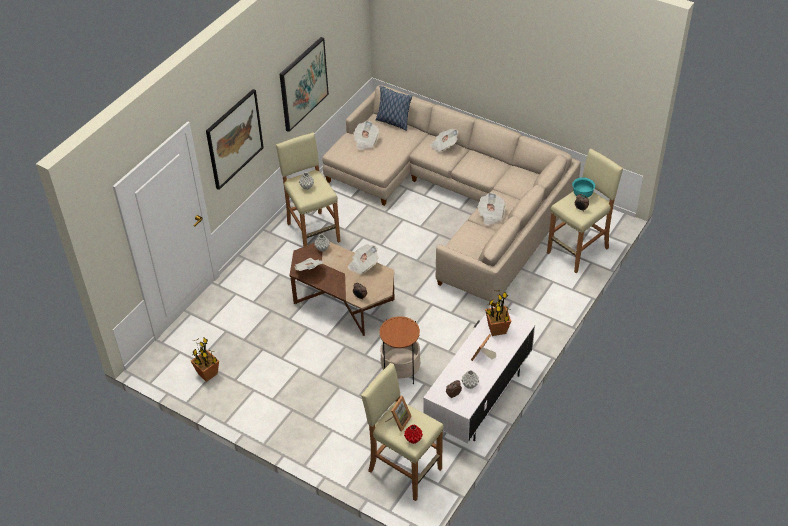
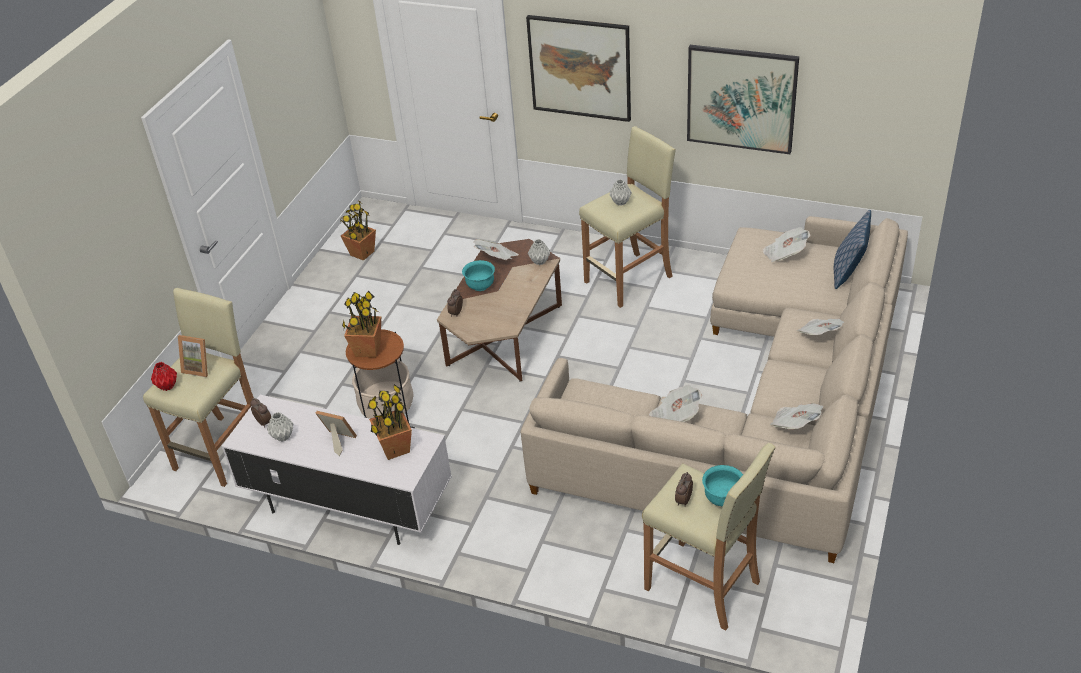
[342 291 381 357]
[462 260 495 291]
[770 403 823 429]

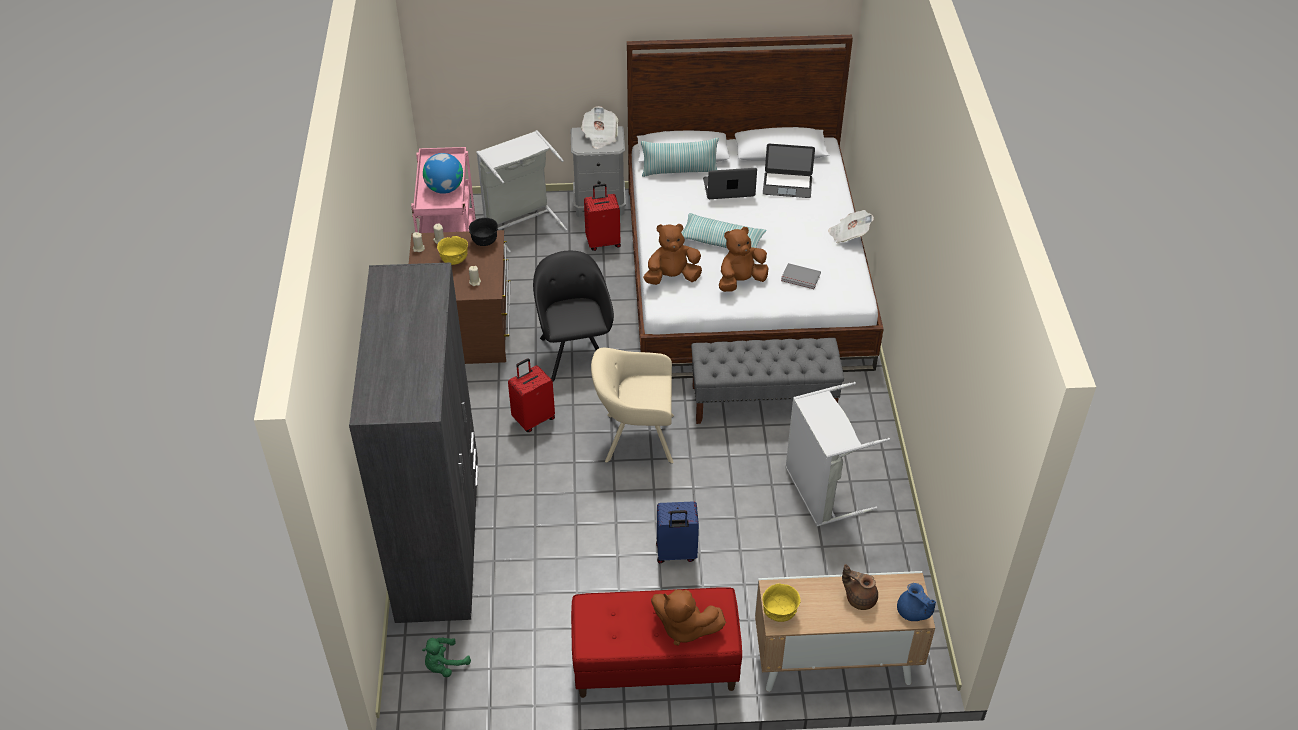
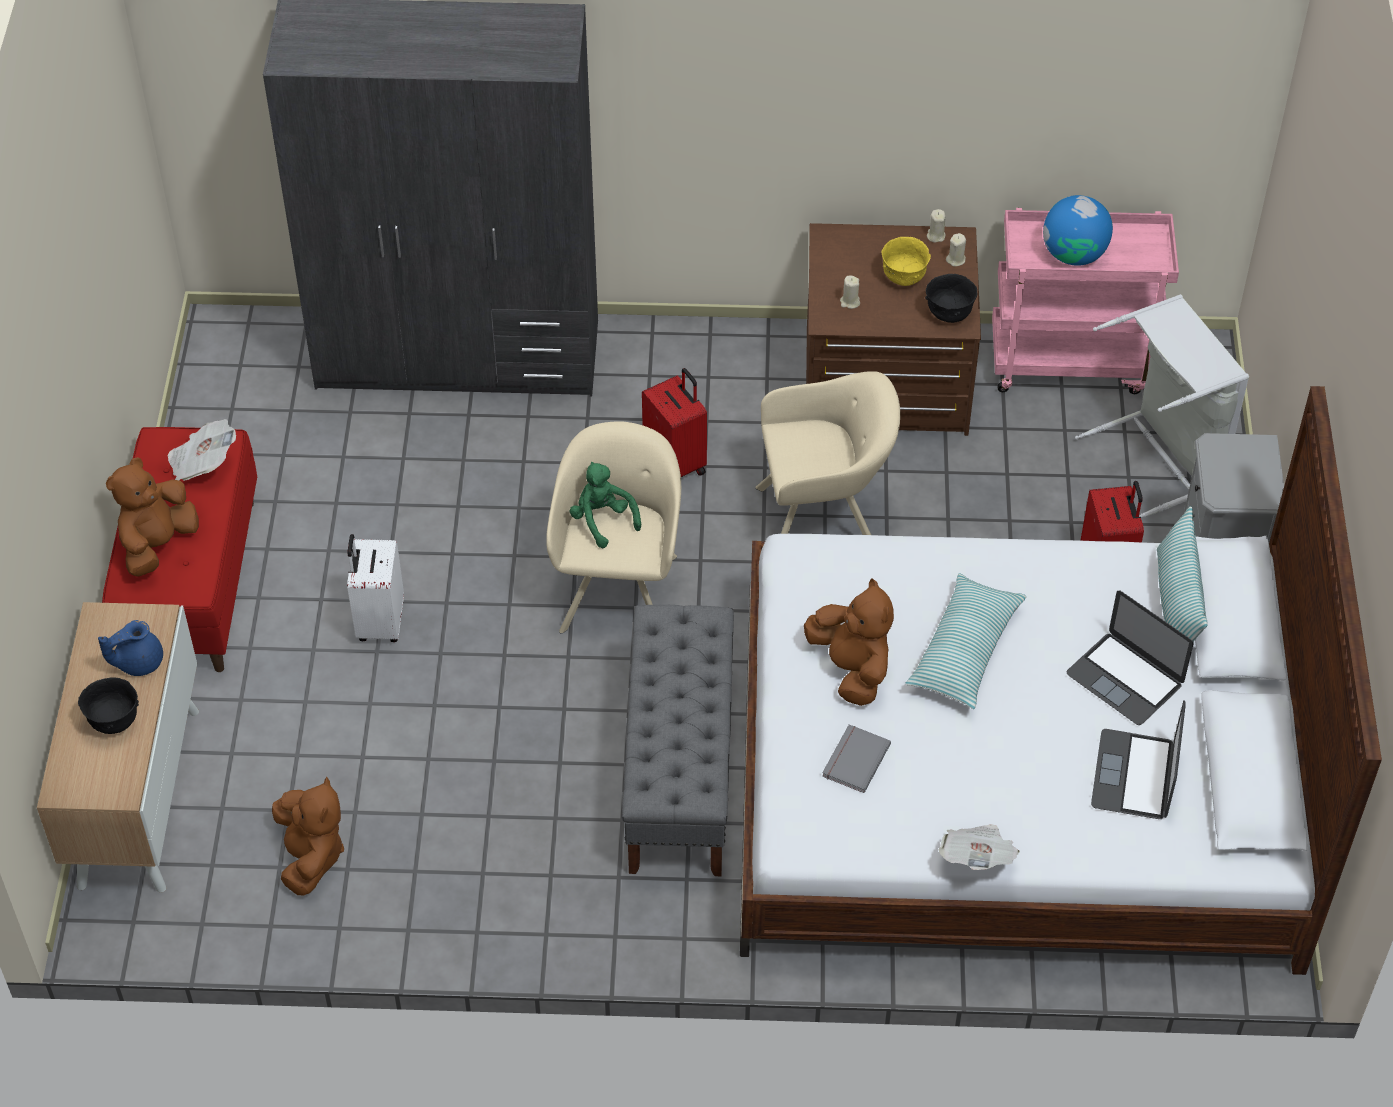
[762 584 801 622] (first image)
[785 382 890 526] (first image)
[570 462 641 548]
[167 419 236 481]
[272 776 344 895]
[98 620 163 676]
[78 677 139 734]
[755 371 900 535]
[347 534 404 642]
[1066 590 1193 725]

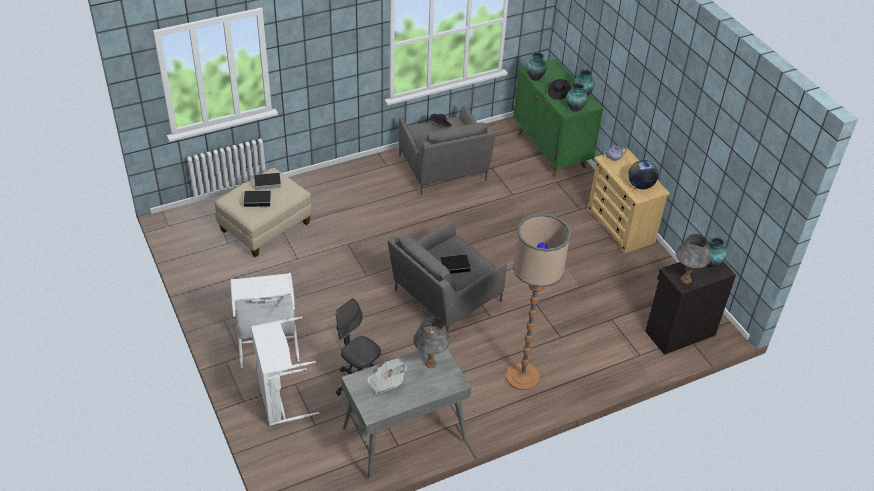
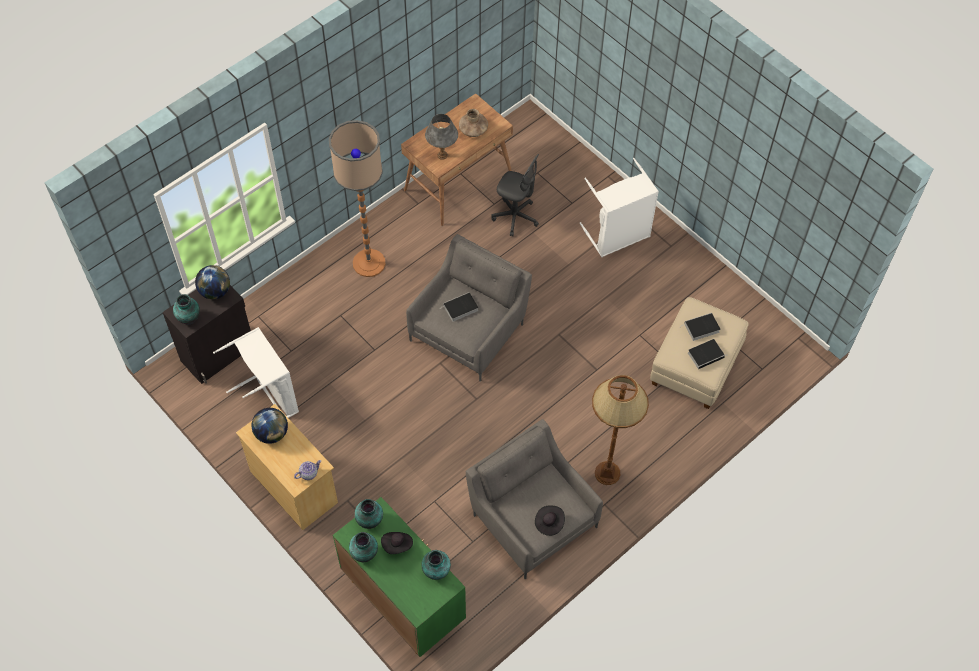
[592 375 649 485]
[213 327 299 418]
[459 109 488 137]
[195 265 230 299]
[401 93 513 226]

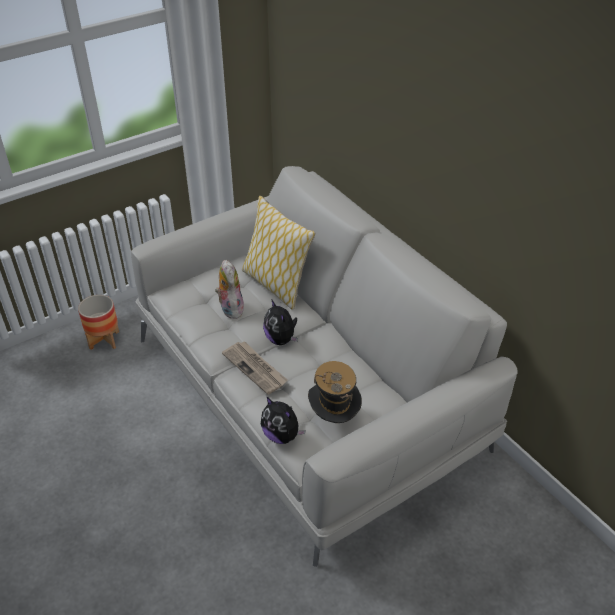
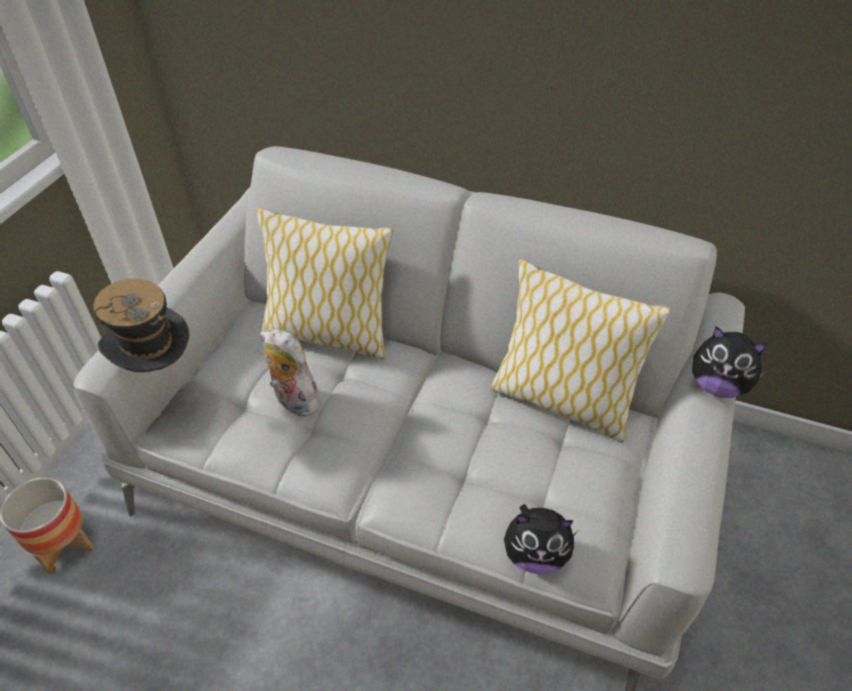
[222 341 288 395] (first image)
[491 259 671 443]
[692 326 768 398]
[94 279 189 372]

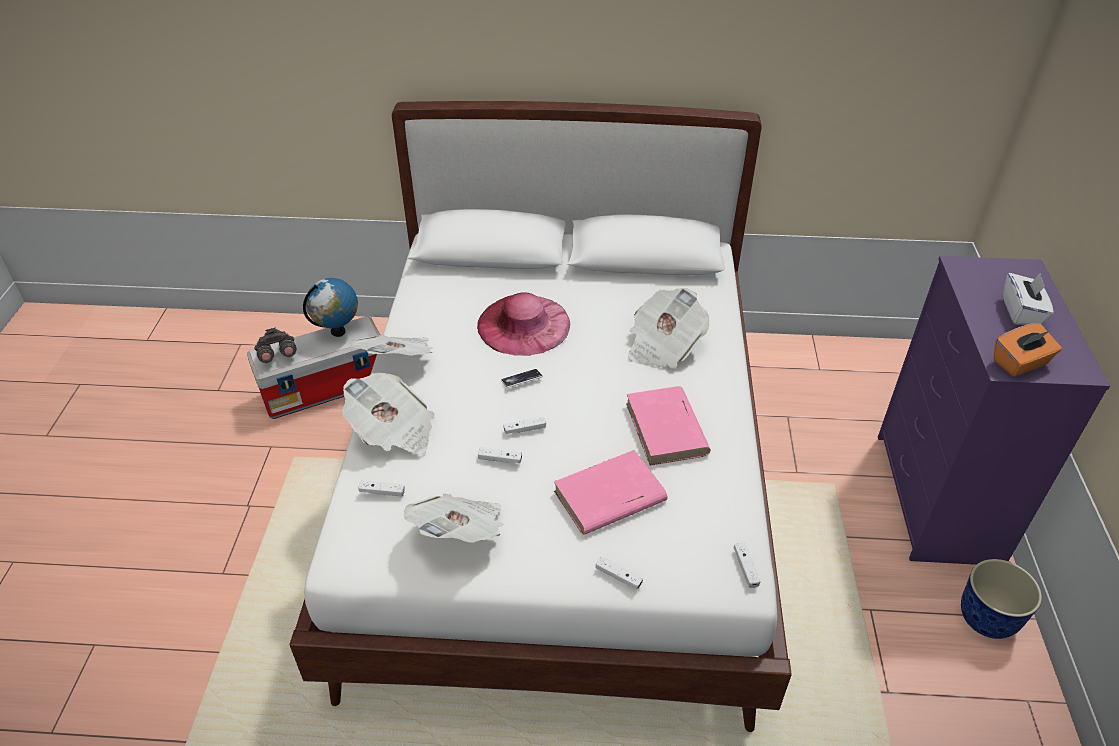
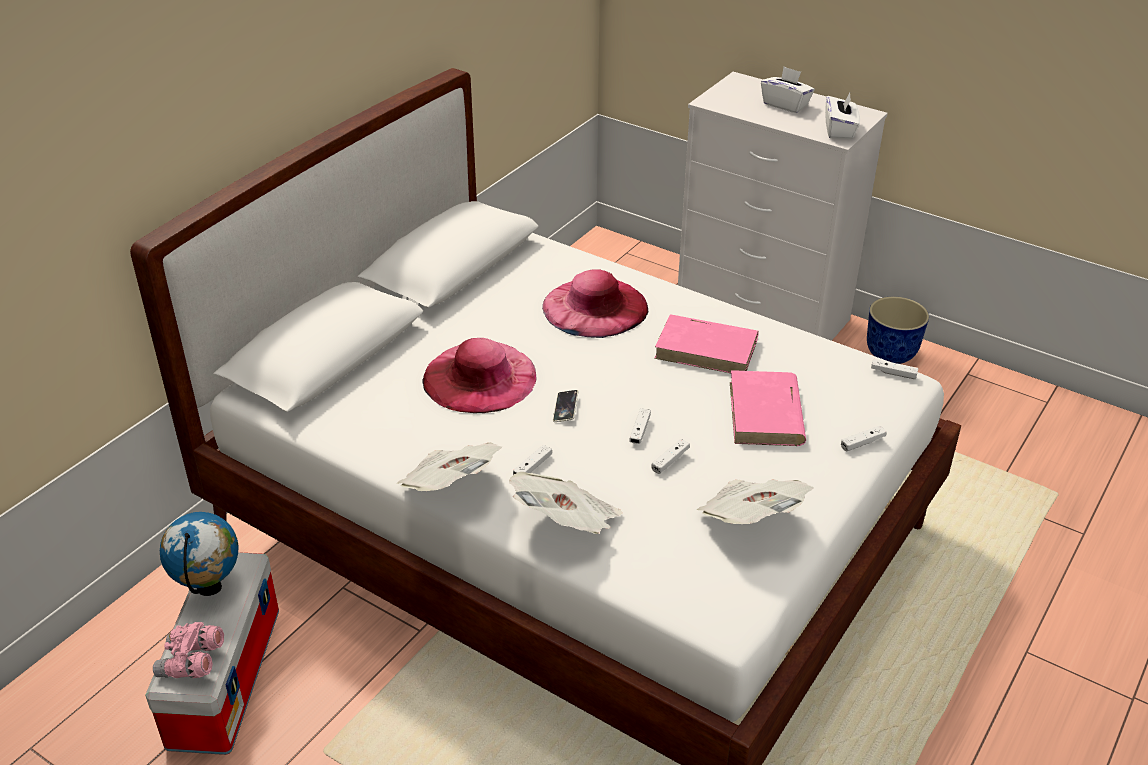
[513 445 552 475]
[542 269 648 338]
[153 622 224 678]
[678 72 888 341]
[825 93 860 139]

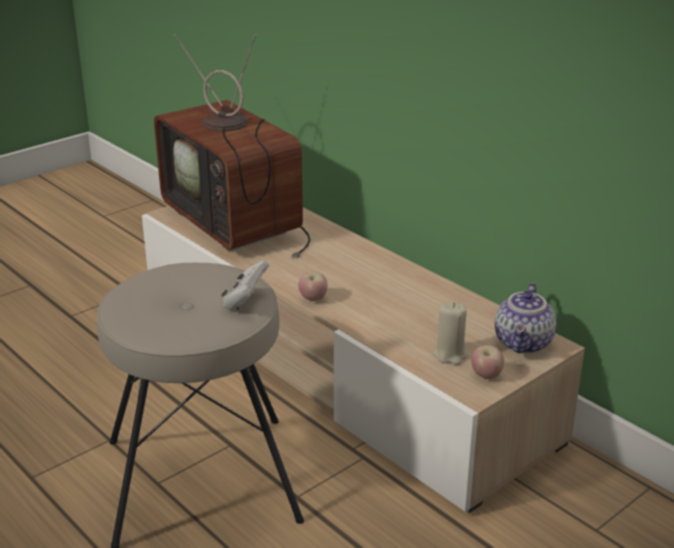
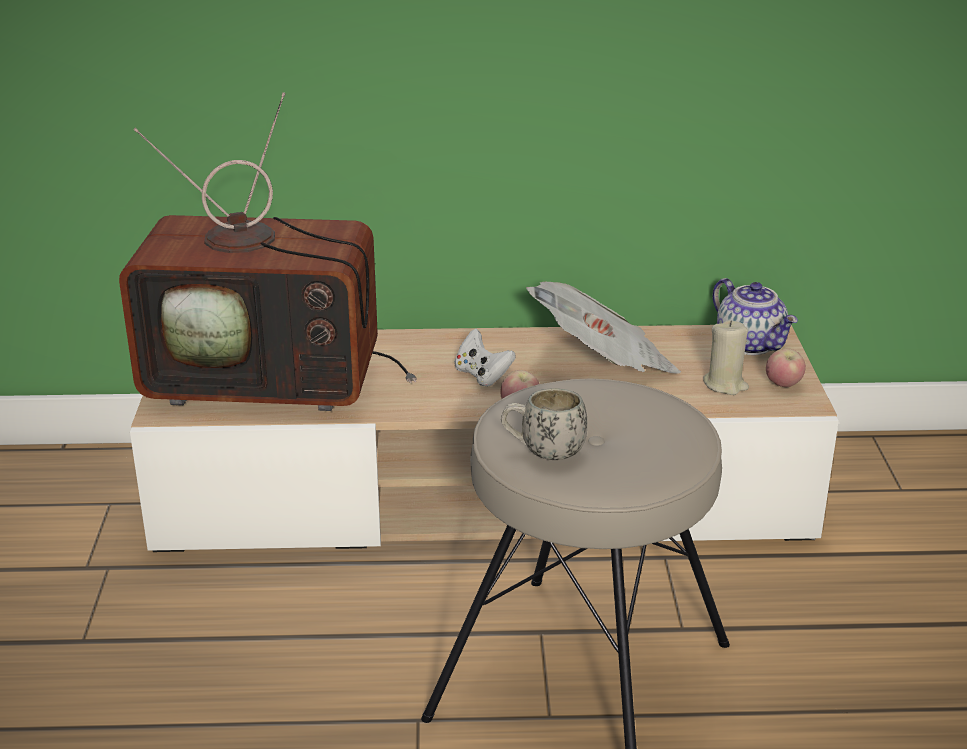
[501 388 587 460]
[526 282 681 374]
[455 329 516 387]

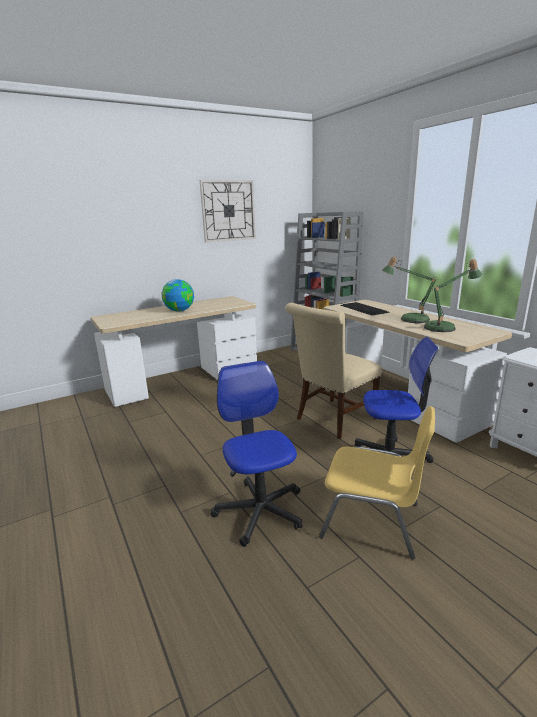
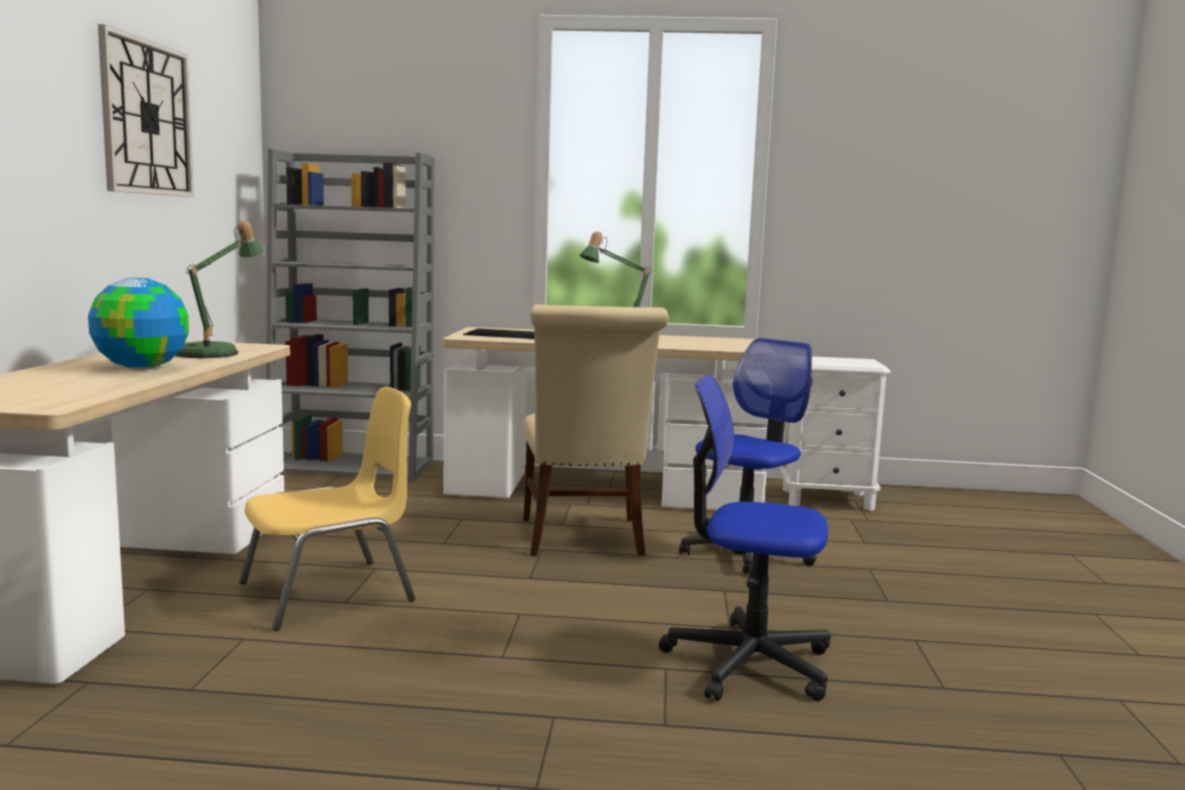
[239 387 415 631]
[175 220 264 358]

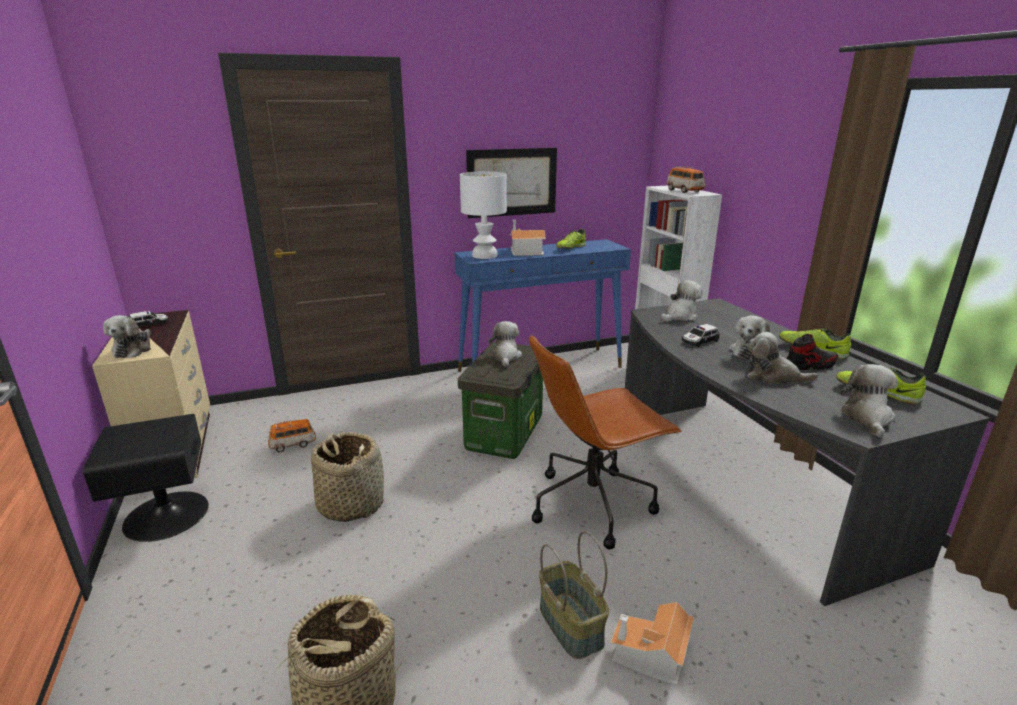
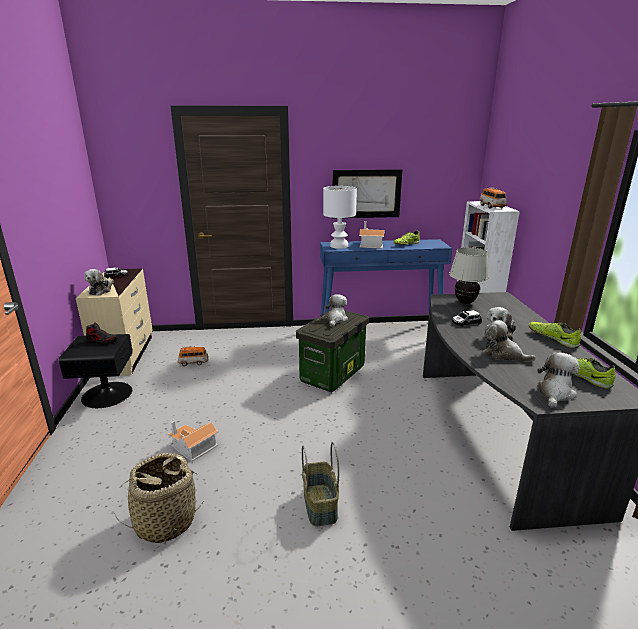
[311 432 384 522] (first image)
[529 335 682 549] (first image)
[168 420 219 461]
[86 322 118 345]
[449 247 489 304]

